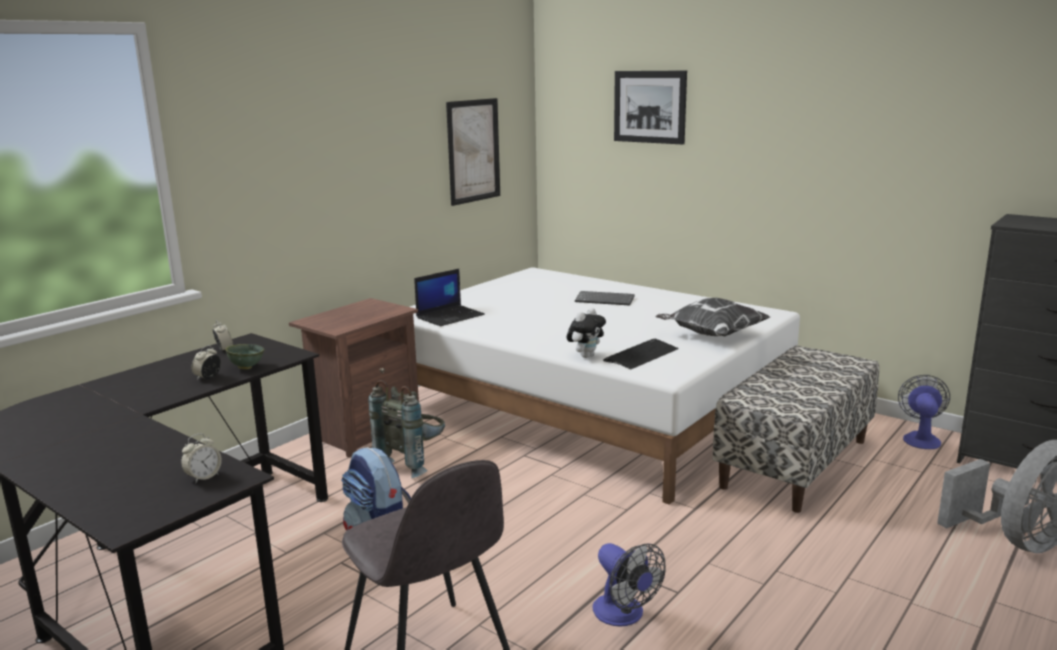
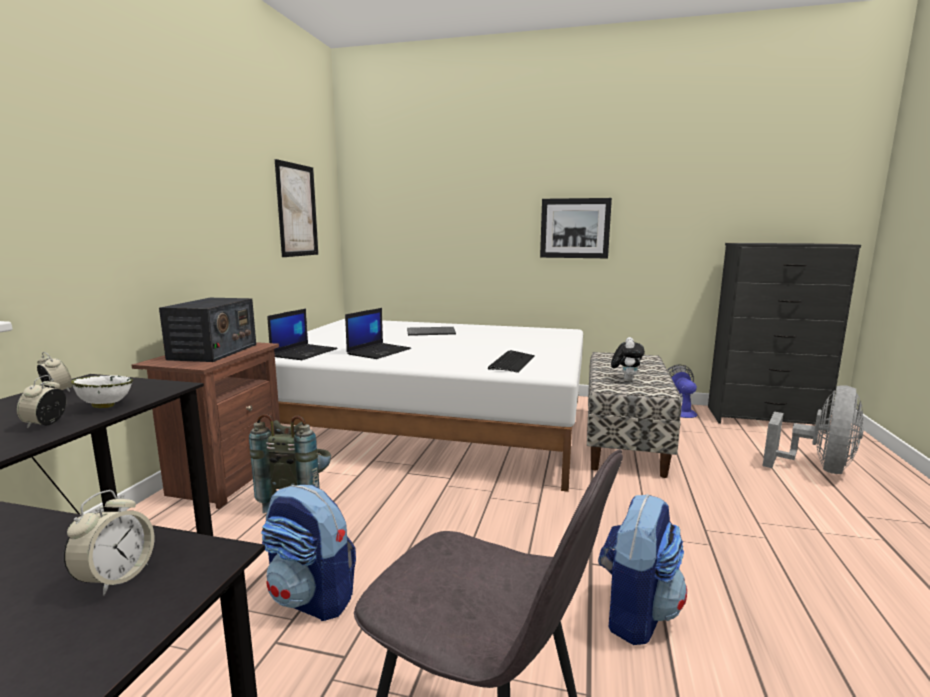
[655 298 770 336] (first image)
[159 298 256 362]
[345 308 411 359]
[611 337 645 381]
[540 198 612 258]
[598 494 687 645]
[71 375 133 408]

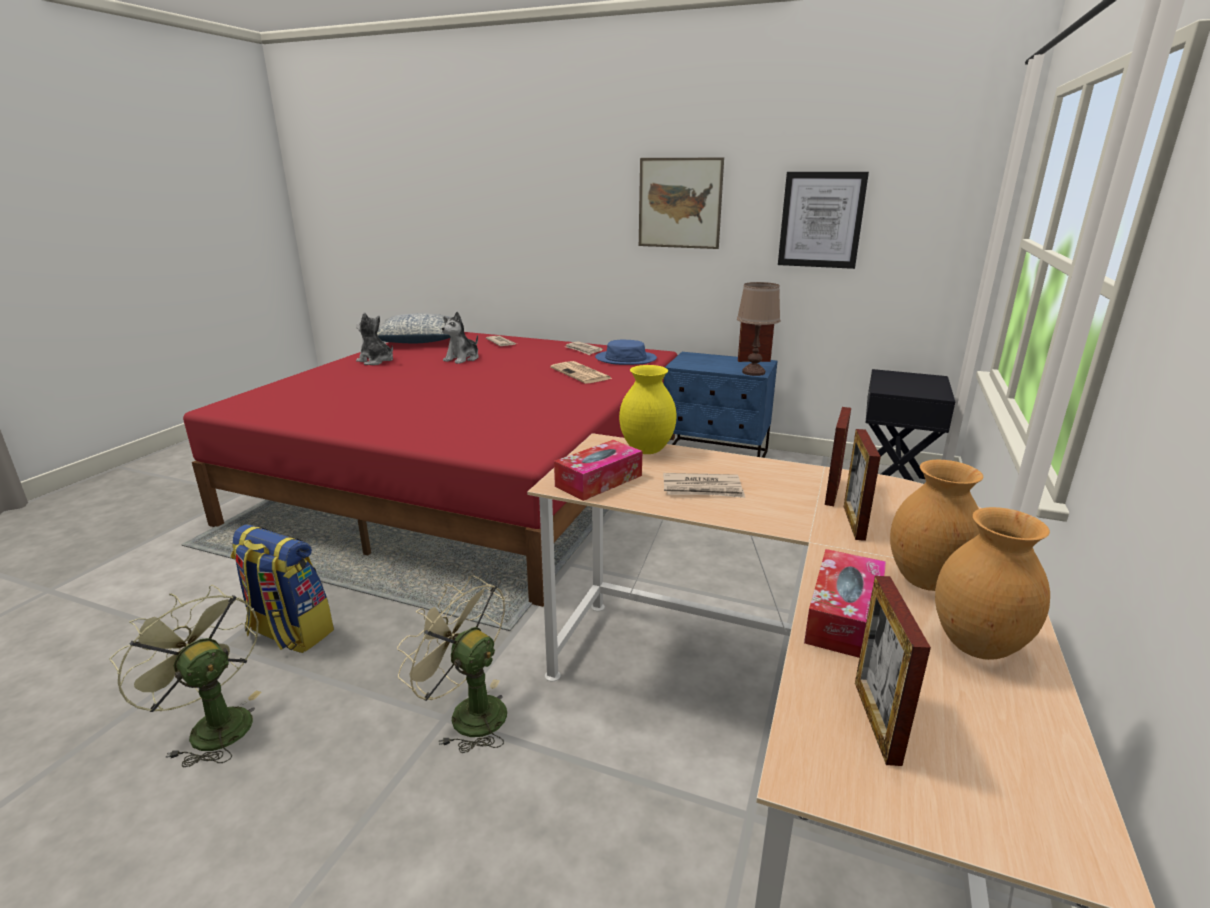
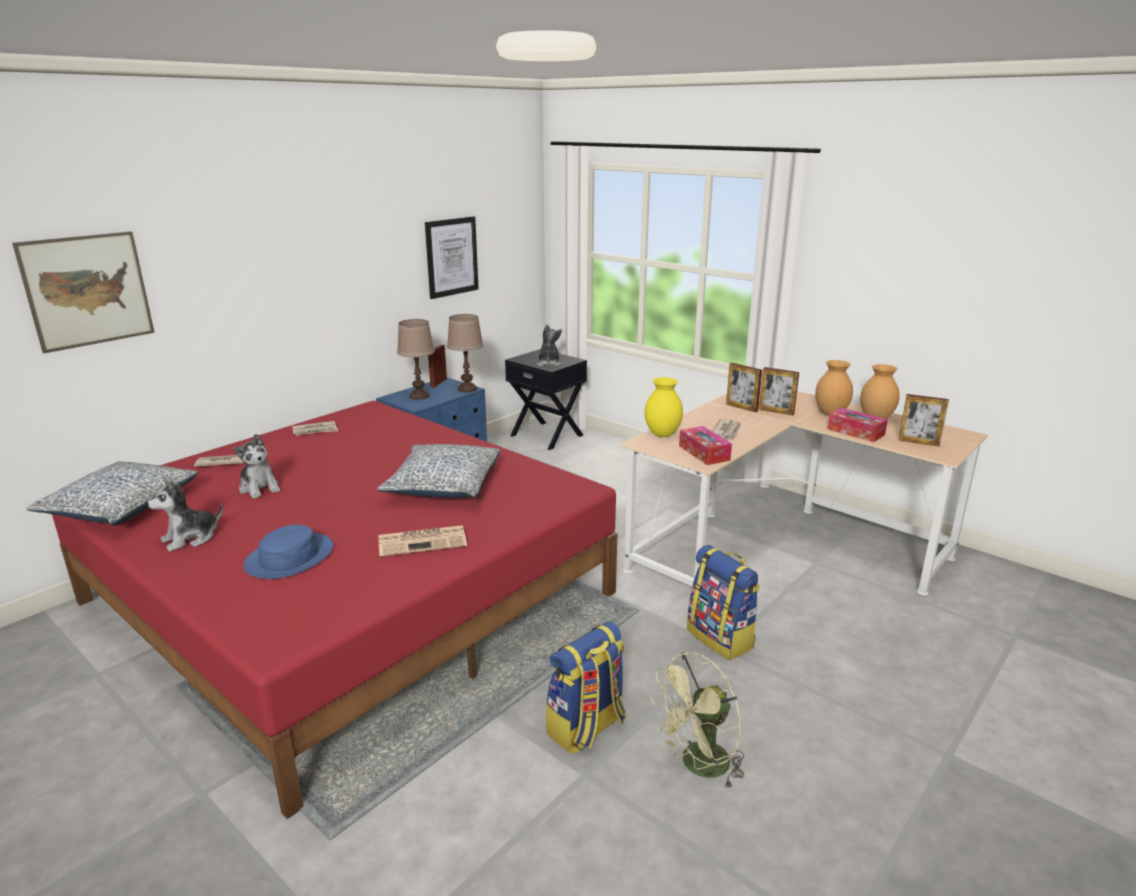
[377 444 501 498]
[397 319 435 400]
[537 324 562 367]
[378 525 467 557]
[243 525 333 579]
[12 231 155 353]
[687 545 760 660]

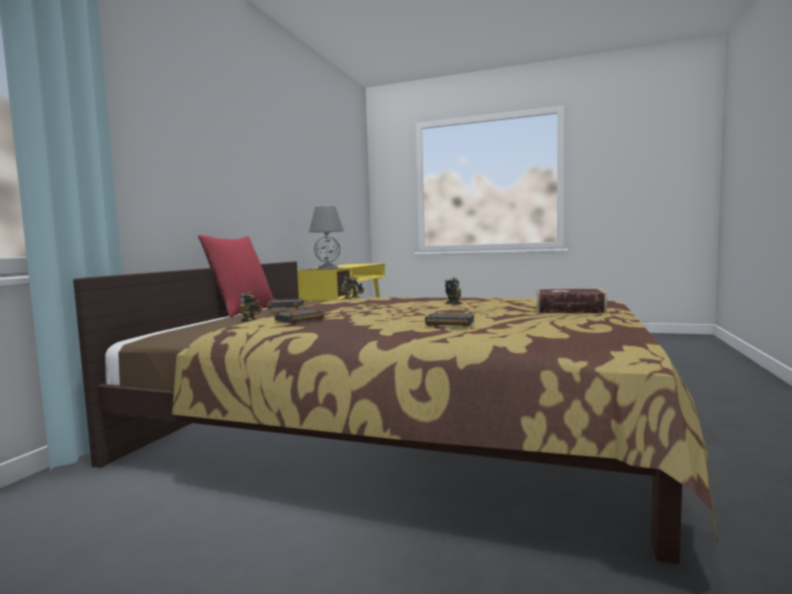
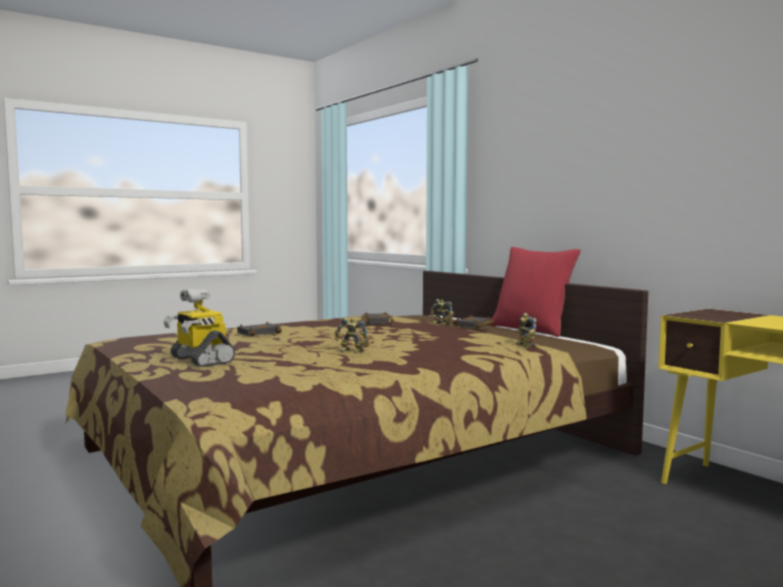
[309 206 344 269] (first image)
[163 289 235 367]

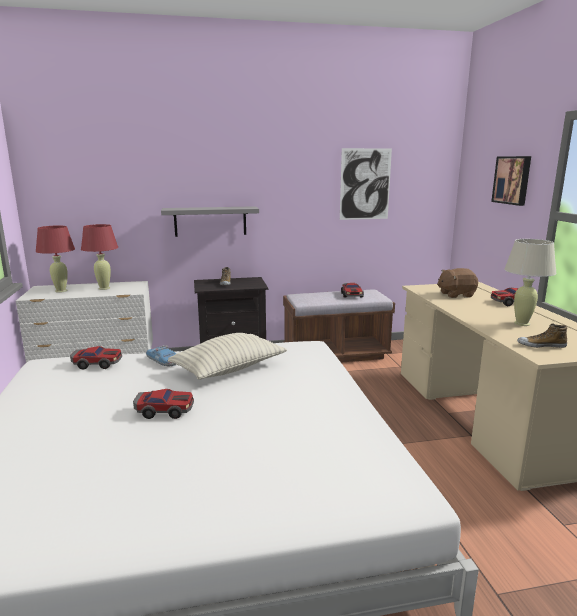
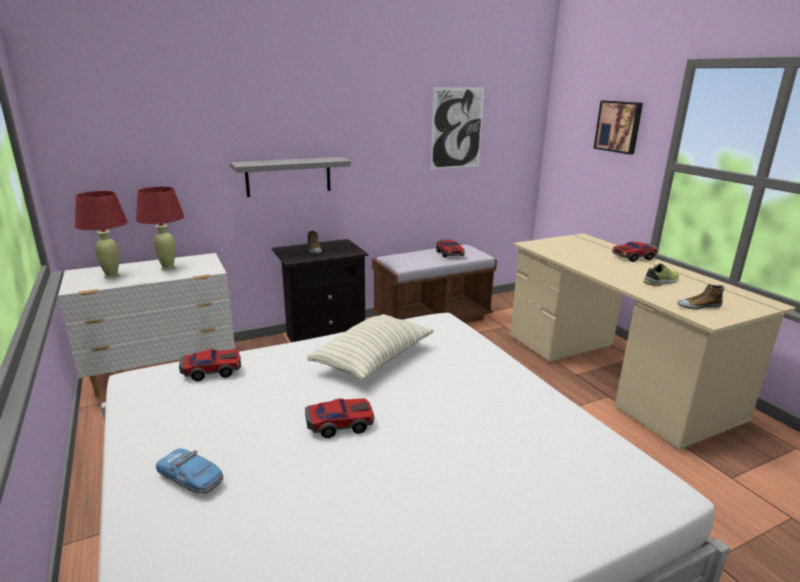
[437 268 478 298] (first image)
[156 448 223 494]
[644 263 679 286]

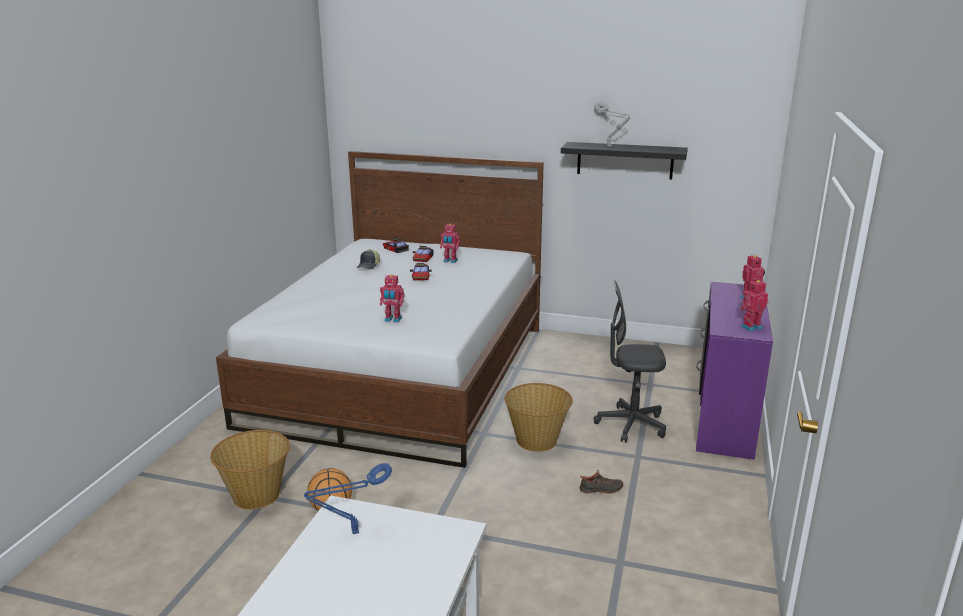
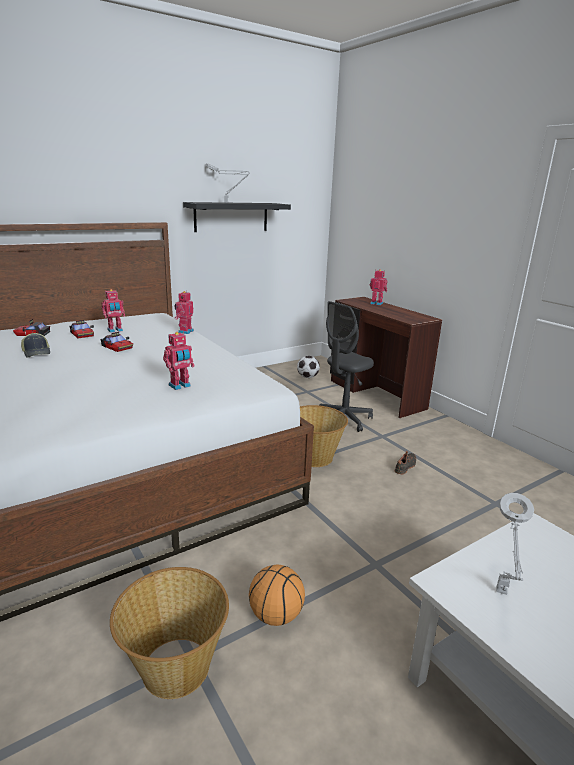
[297 356 320 378]
[175 291 194 334]
[497 493 534 595]
[330 297 442 418]

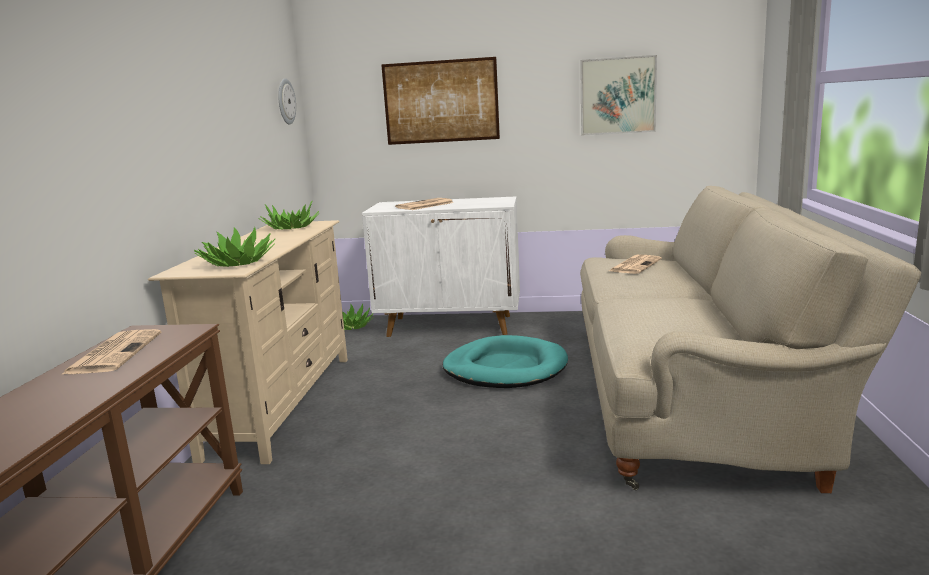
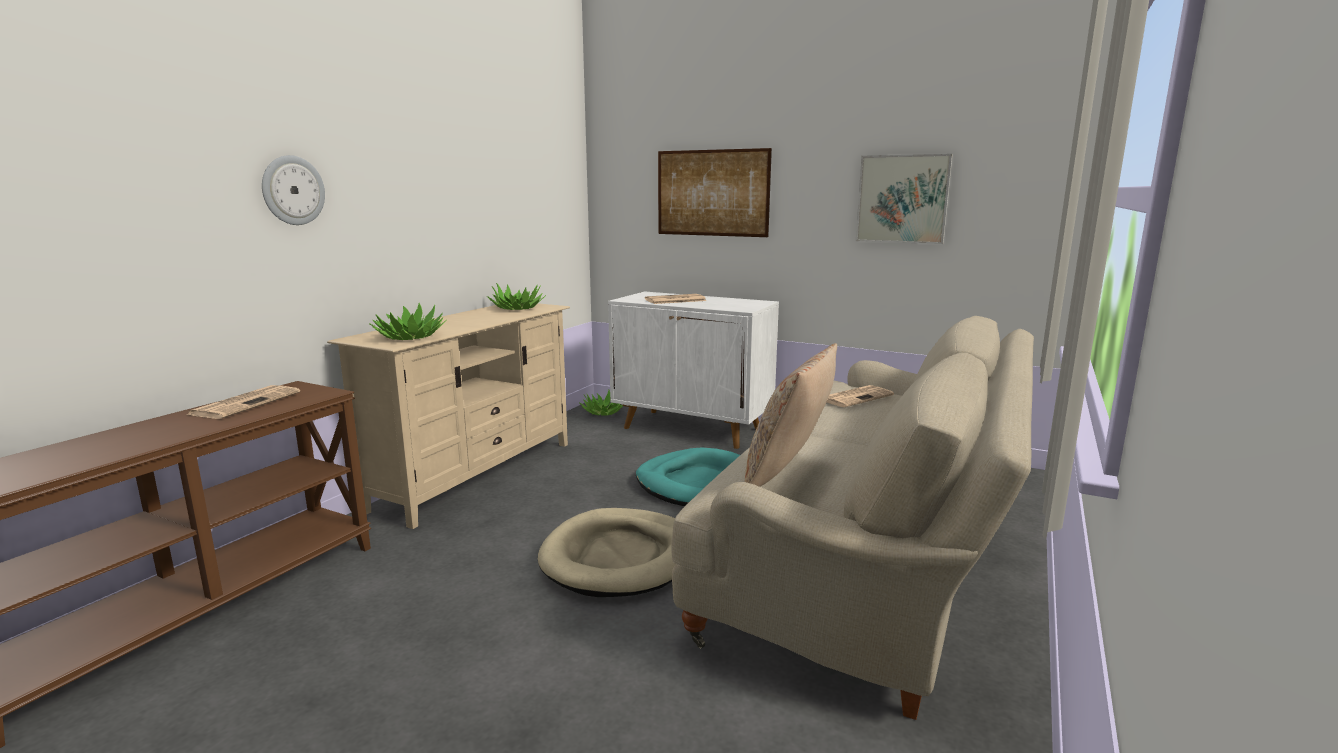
[538 508 676 597]
[744 343 837 487]
[262 155 325 225]

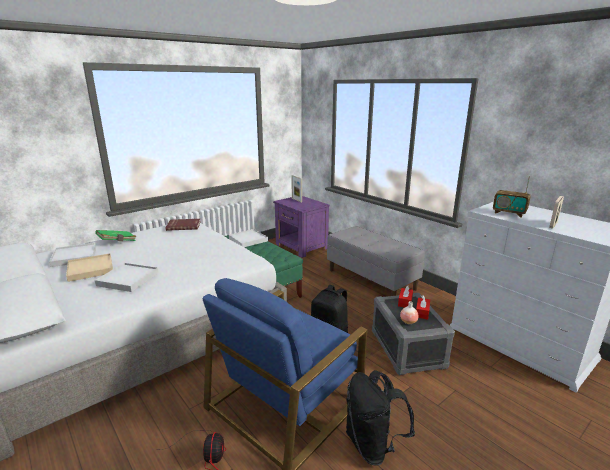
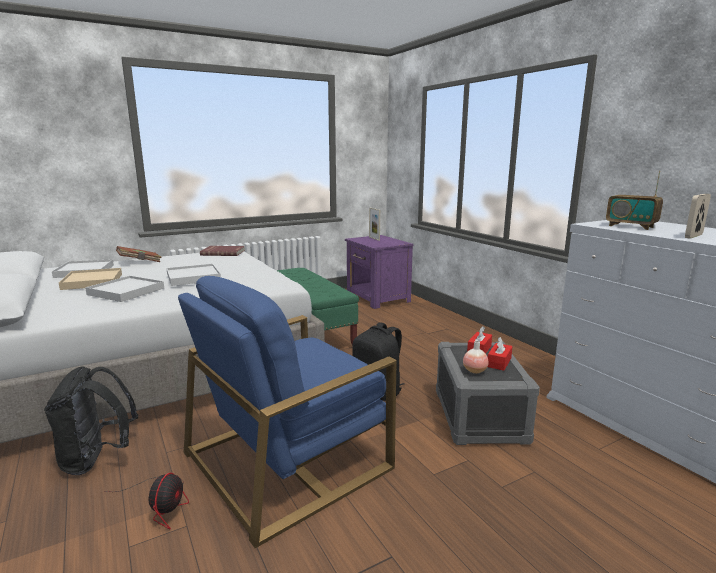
[327 226 425 296] (first image)
[167 264 221 286]
[44 366 138 475]
[116 246 161 262]

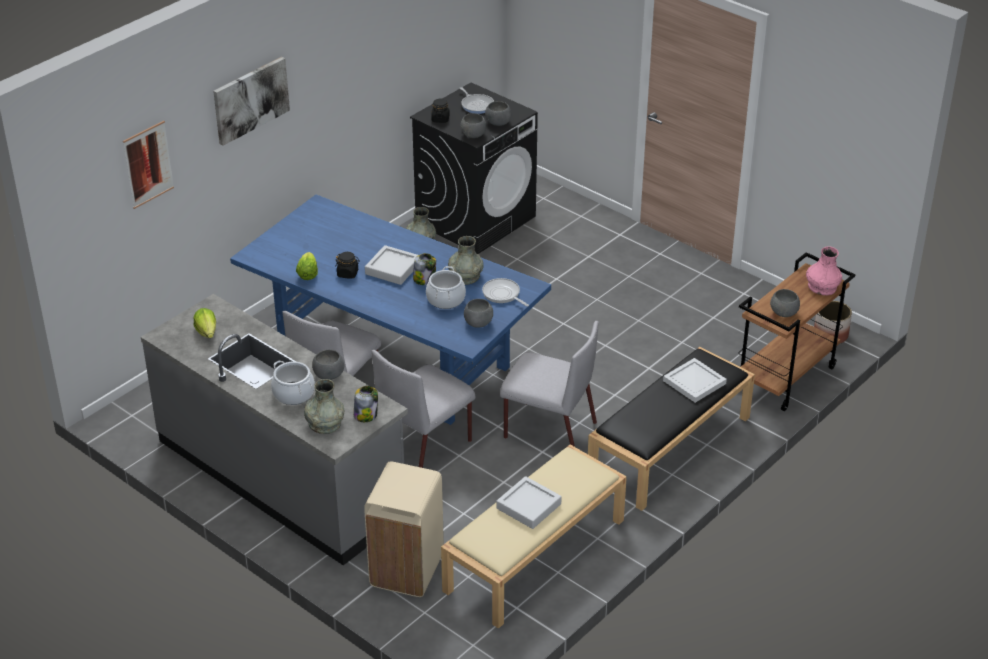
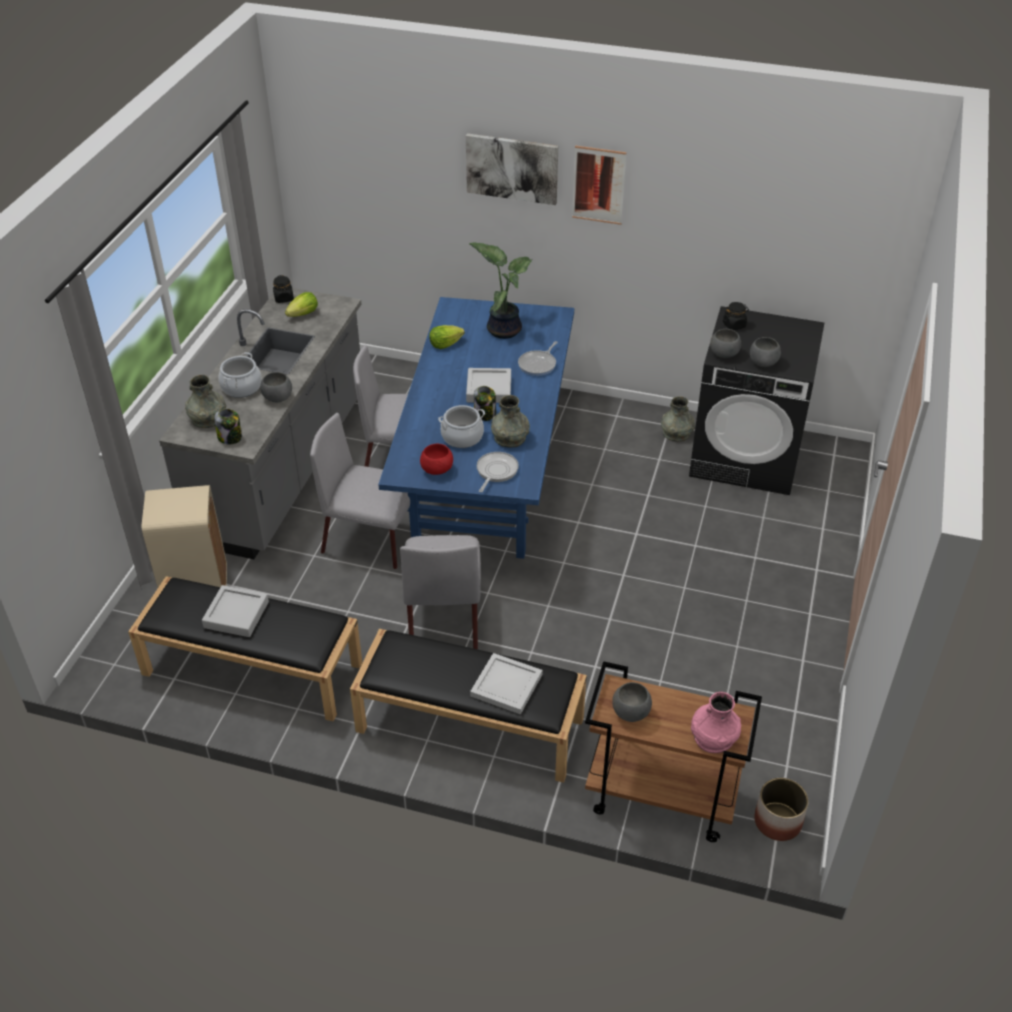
[469 242 532 339]
[572 146 627 225]
[273 275 294 303]
[518 341 558 376]
[128 576 362 722]
[420 444 453 475]

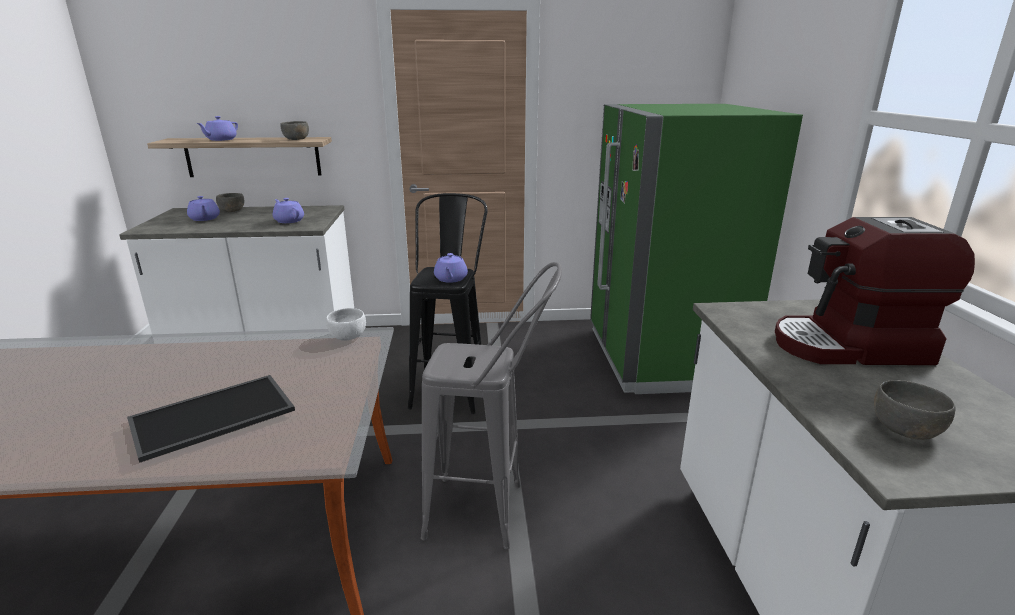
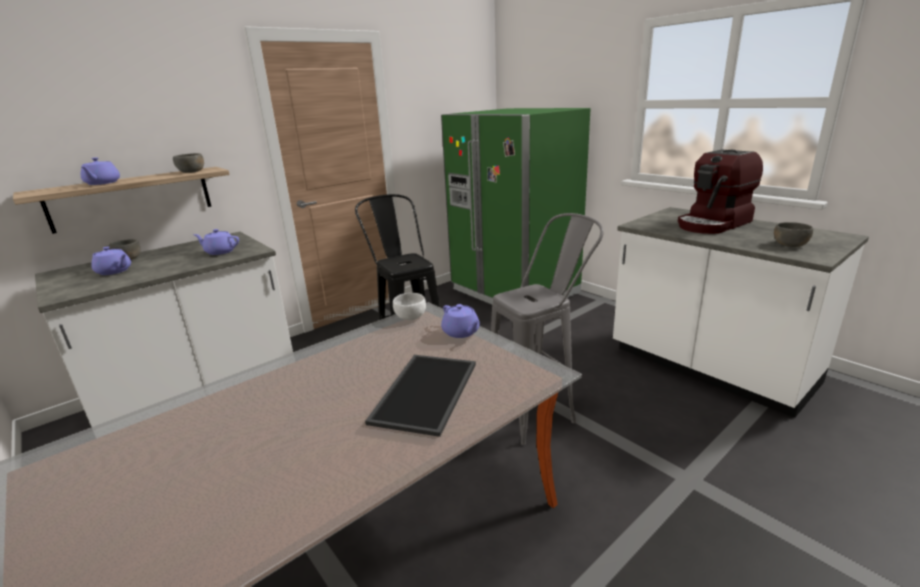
[441 304 480 338]

